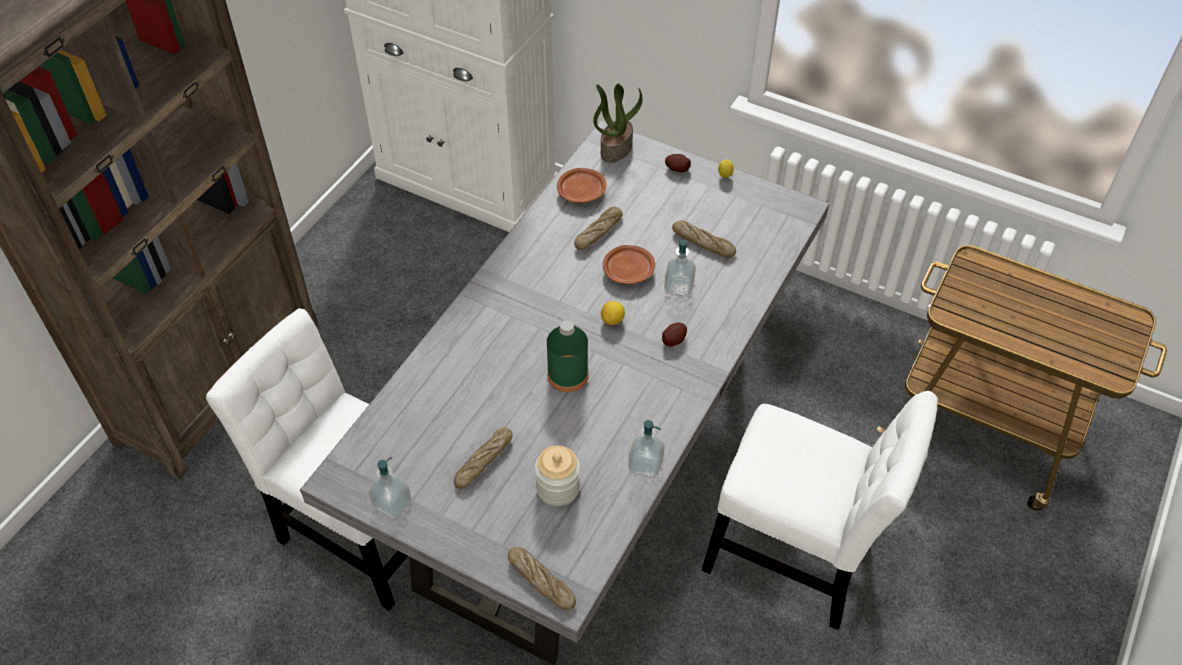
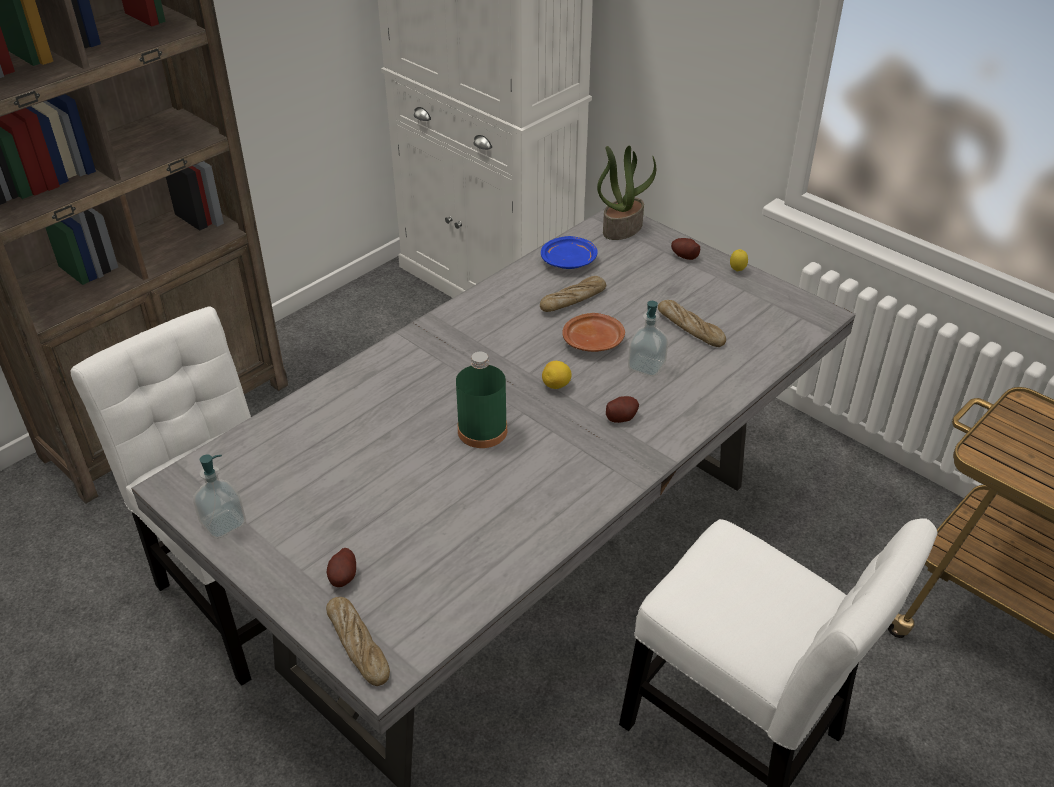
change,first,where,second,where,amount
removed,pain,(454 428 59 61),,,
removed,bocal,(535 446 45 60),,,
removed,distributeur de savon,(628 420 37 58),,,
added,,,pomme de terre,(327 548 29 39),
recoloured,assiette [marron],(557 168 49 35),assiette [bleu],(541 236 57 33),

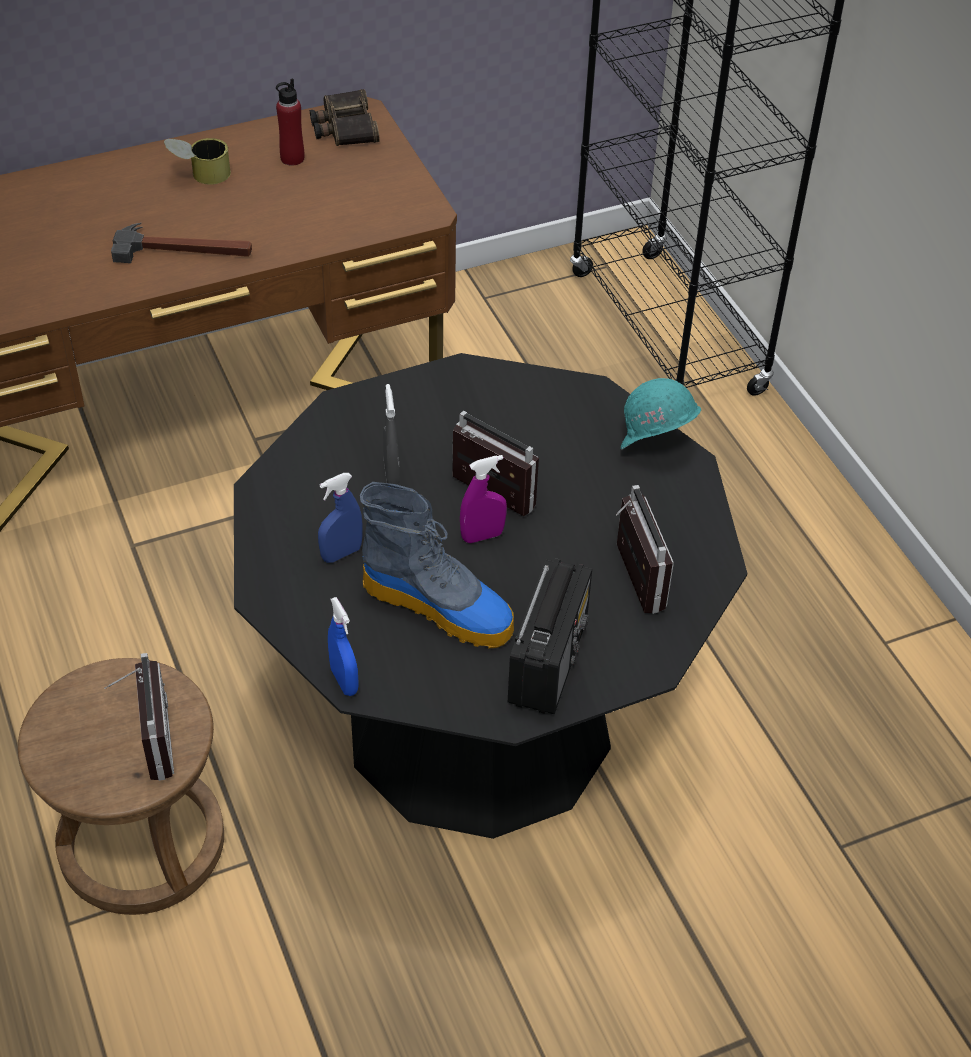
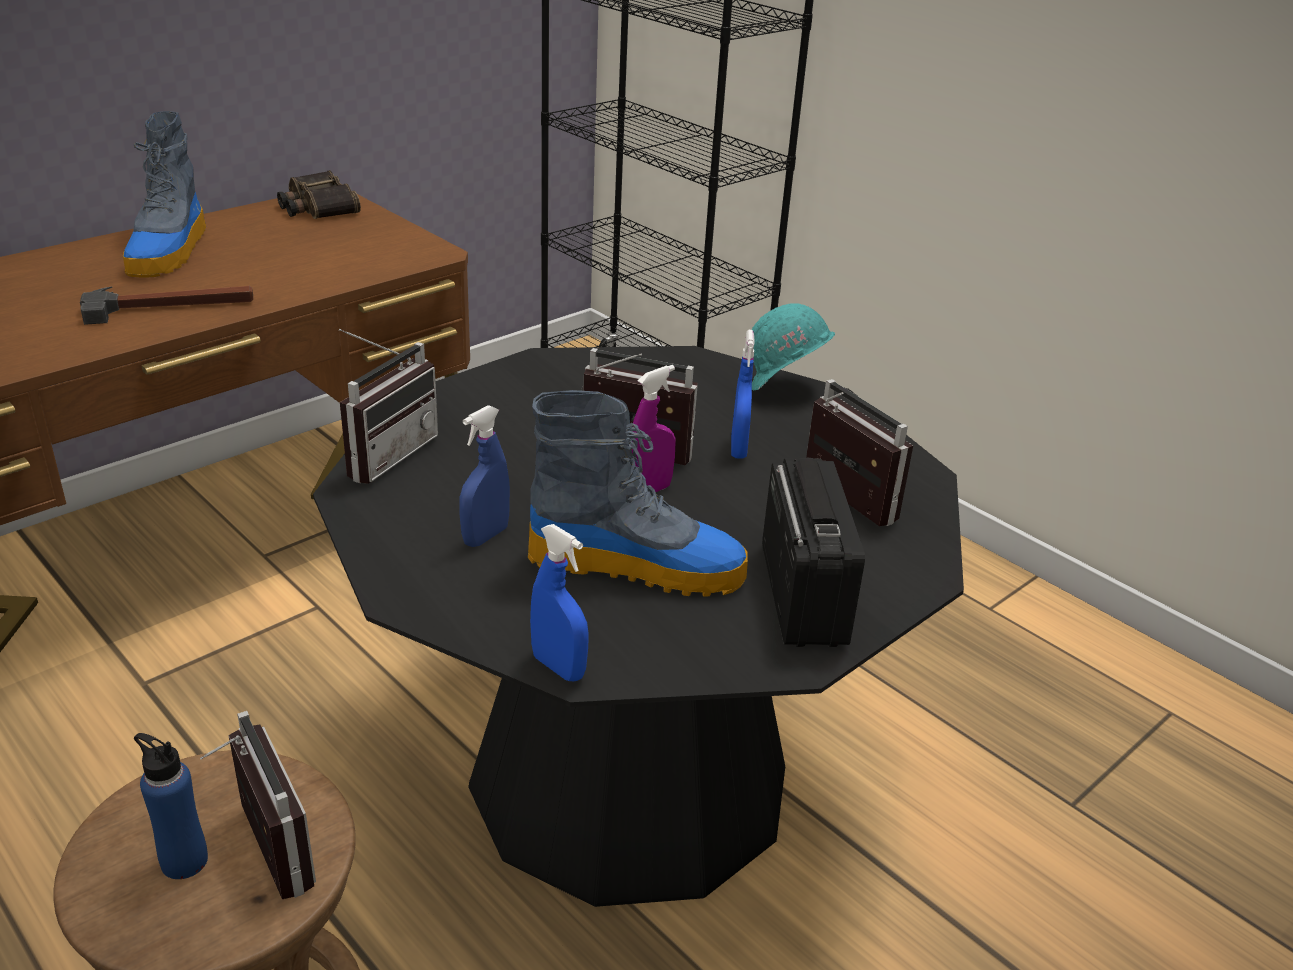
change,first,where,second,where,amount
removed,bouteille [rouge],(276 78 28 88),,,
removed,vaporisateur [gris],(383 384 17 101),,,
added,,,bouteille [bleu],(134 733 74 146),
added,,,radio,(339 329 99 155),
added,,,vaporisateur [bleu],(731 330 24 129),
replaced,boîte métallique,(164 138 67 47),botte,(123 111 83 167),

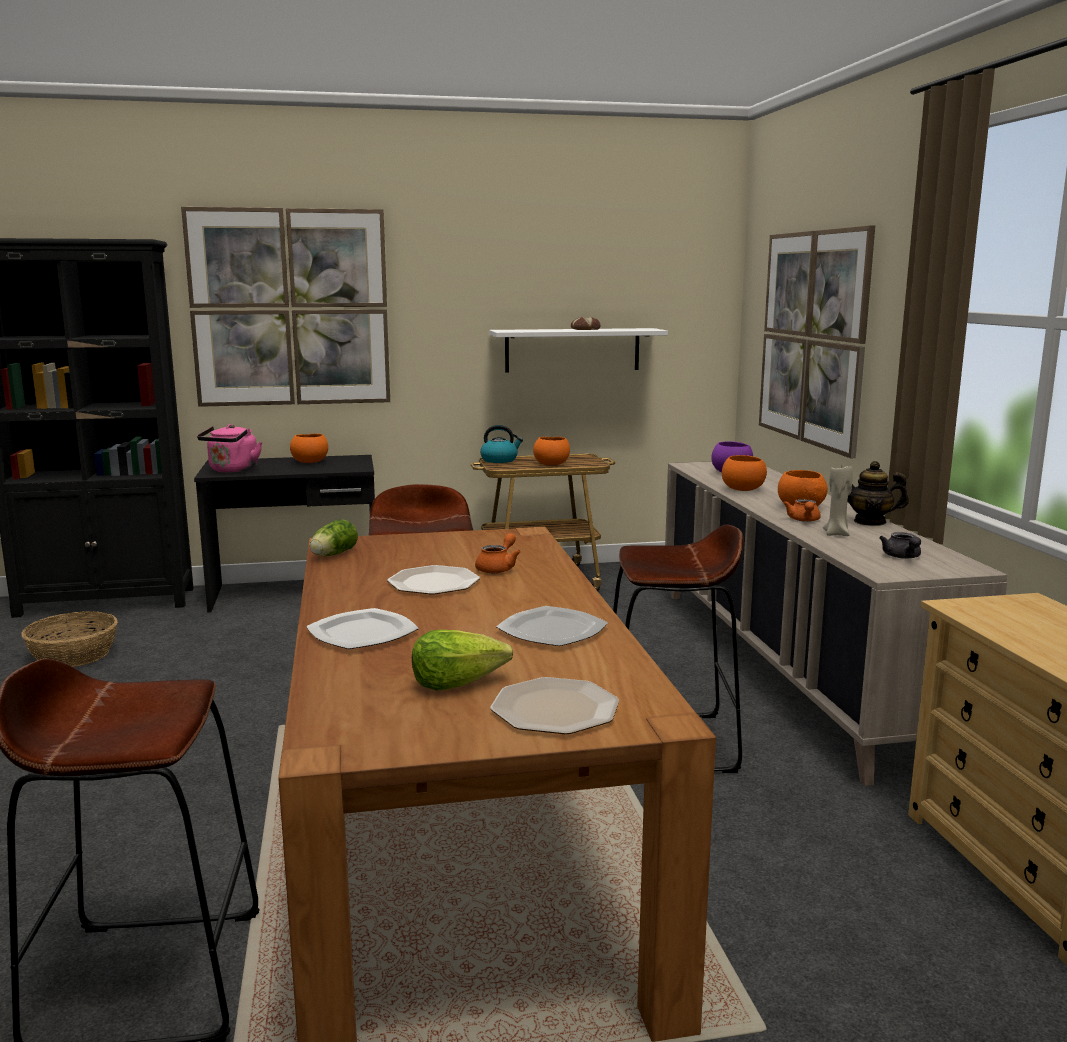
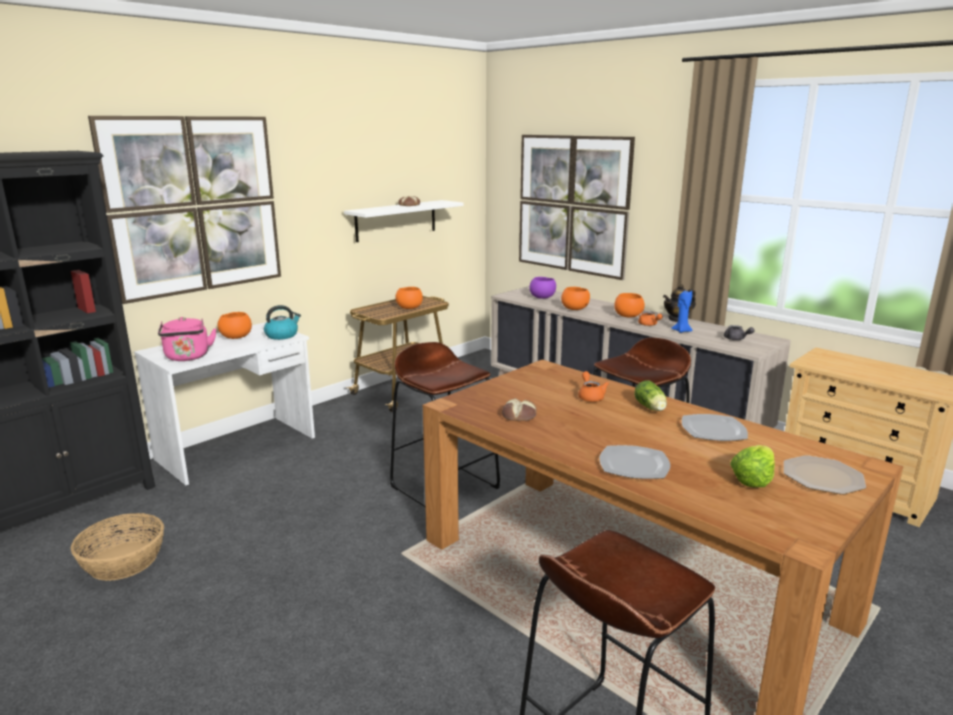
change,first,where,second,where,amount
removed,assiette,(387 565 93 29),,,
added,,,pain,(502 398 35 23),
moved,laitue,(310 519 48 37),,(634 380 33 31),
moved,bouilloire,(480 425 43 38),,(264 305 37 35),
recoloured,bureau [noir],(194 455 181 158),bureau [blanc],(134 322 181 163),
recoloured,bougie [beige],(823 466 30 70),bougie [bleu],(671 291 22 42),

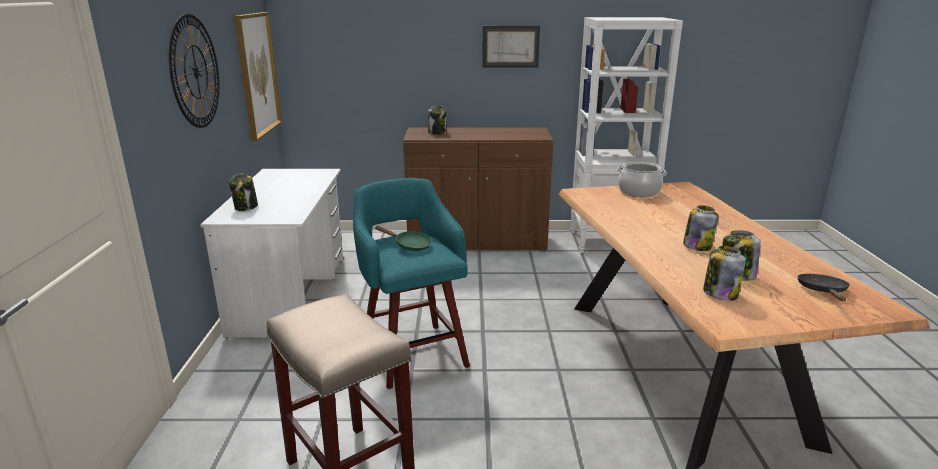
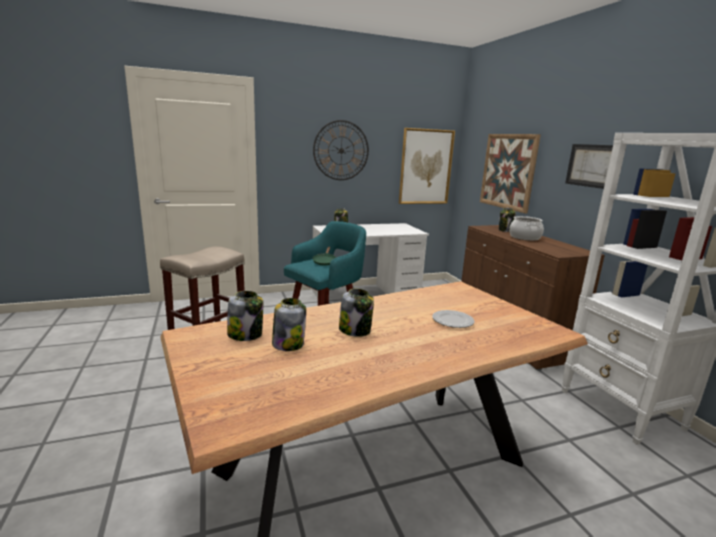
change,first,where,second,where,amount
removed,poêle [noir],(798 274 52 27),,,
added,,,assiette,(432 310 42 18),
added,,,tableau,(480 134 61 79),
moved,marmite,(617 162 50 35),,(509 216 35 25),

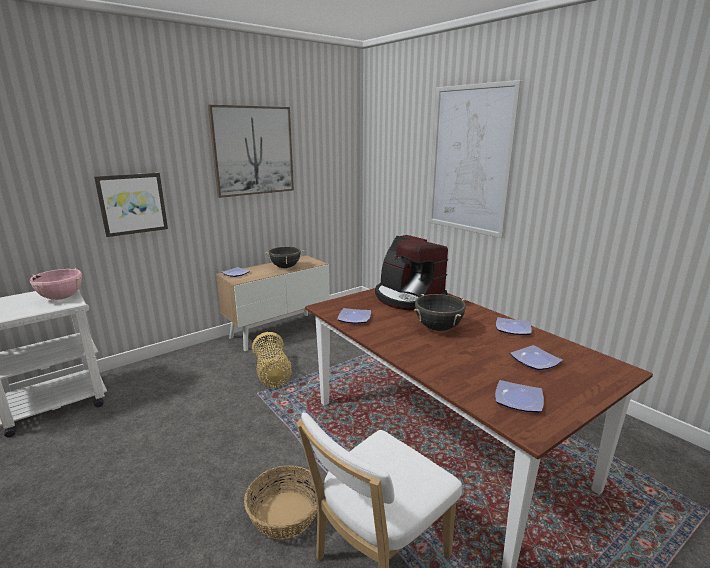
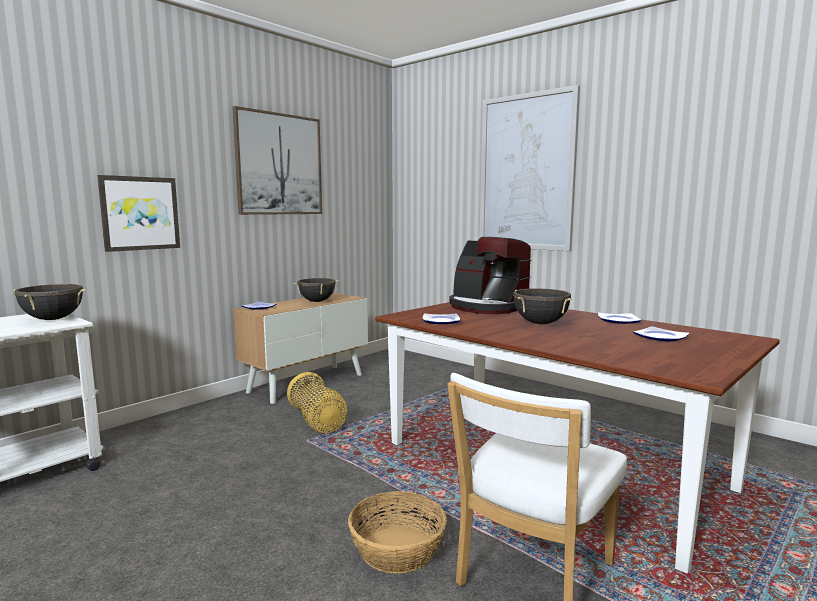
change,first,where,second,where,amount
removed,assiette,(495 380 49 33),,,
recoloured,marmite [rose],(30 268 52 32),marmite [noir],(13 284 73 36),

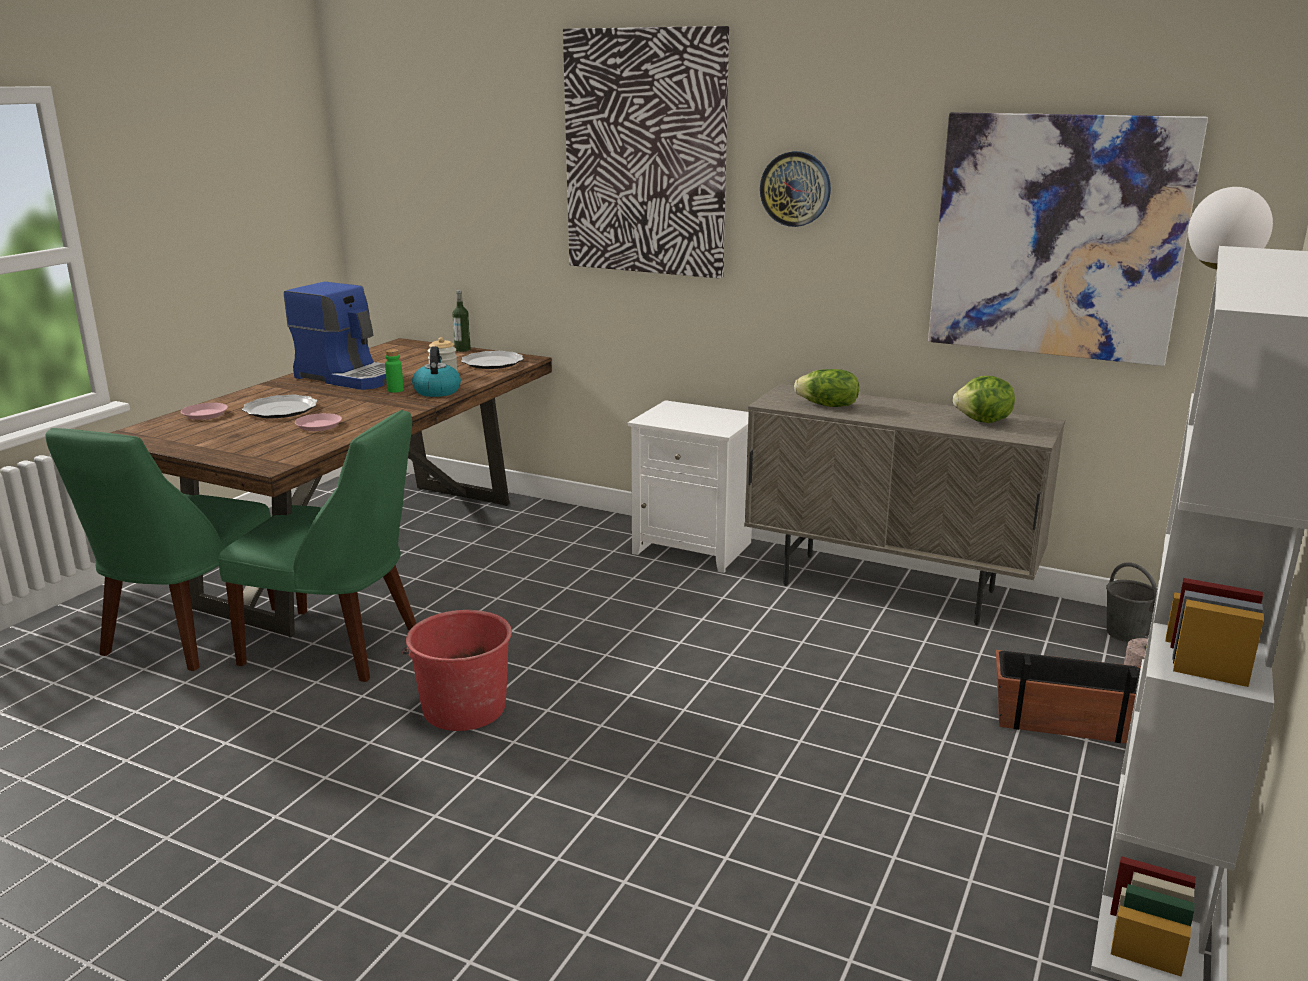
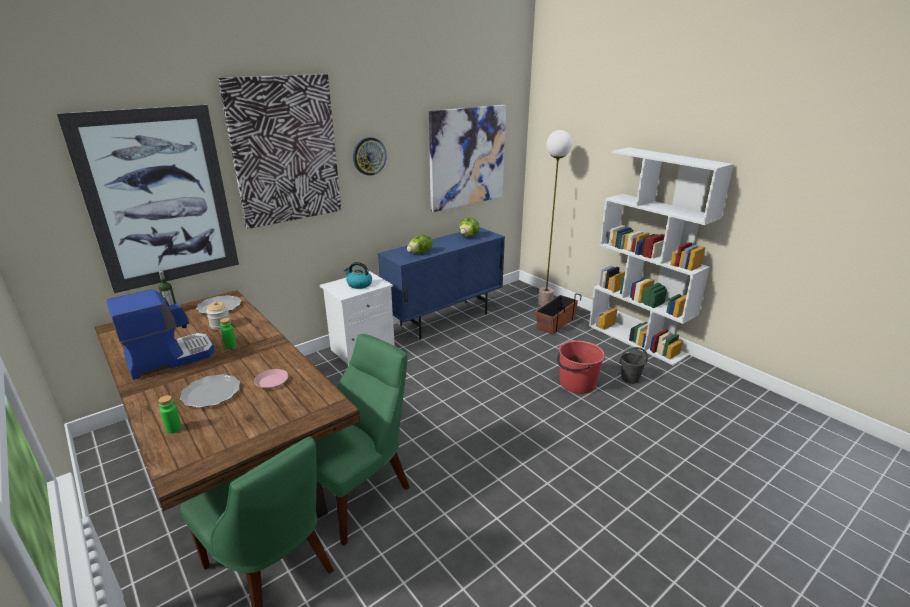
change,first,where,second,where,amount
added,,,tableau,(57 105 182 188),
moved,seau [rouge],(402 610 110 121),,(557 340 48 54),
moved,bouilloire,(412 346 49 51),,(344 262 28 27),
moved,seau [gris],(1106 562 51 80),,(619 347 29 37),
replaced,assiette [rose],(181 403 47 17),bouteille [vert],(158 395 24 39),
recoloured,meuble de rangement [beige],(744 384 321 241),meuble de rangement [bleu],(377 227 128 113),

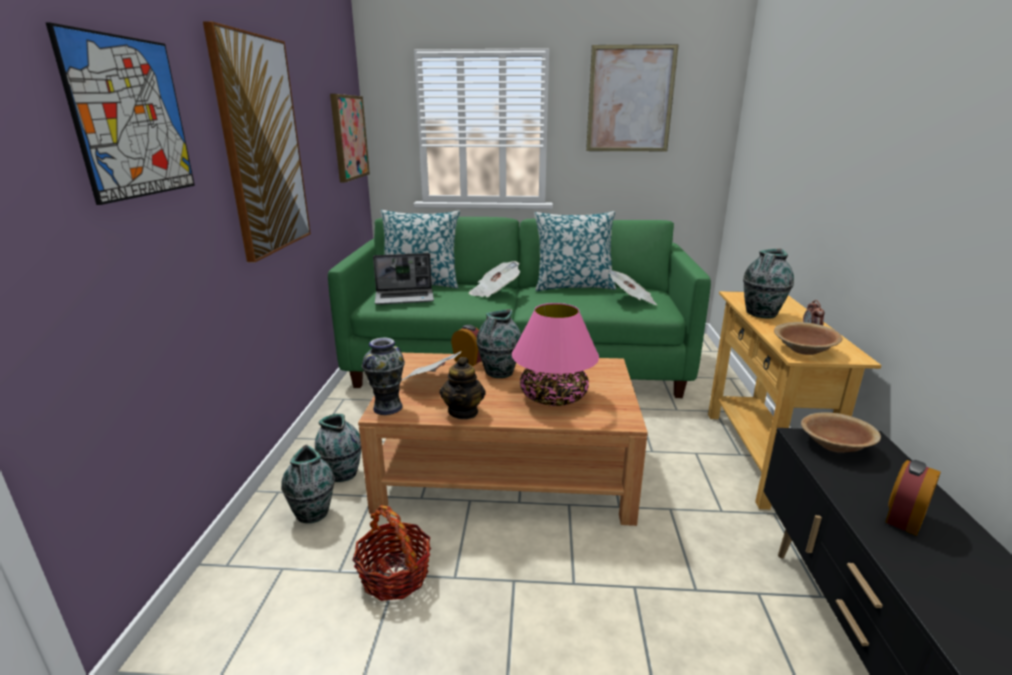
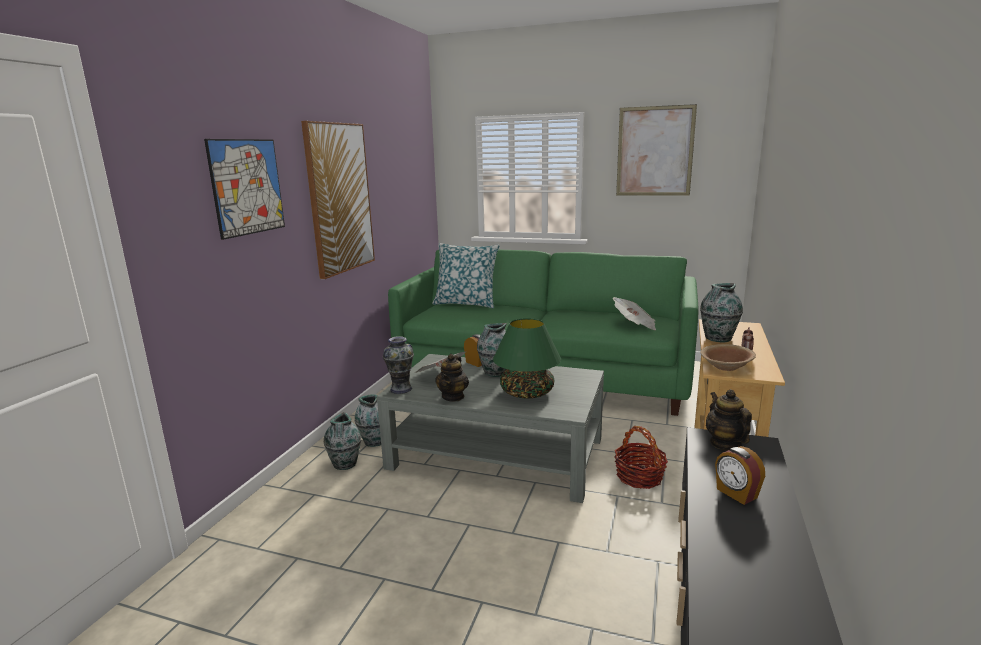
change,first,where,second,where,amount
removed,tableau,(330 94 40 88),,,
removed,ordinateur portable,(373 253 61 52),,,
removed,journal,(469 261 51 36),,,
removed,coussin,(534 211 82 80),,,
moved,panier,(352 505 79 96),,(615 426 53 63),
replaced,bol [marron],(801 412 80 41),théière,(706 389 46 61),
recoloured,table basse [marron],(358 353 290 173),table basse [gris],(377 354 227 149),
recoloured,lampe de table [rose],(512 303 87 103),lampe de table [vert],(493 318 68 81),
turned,réveil,(885 460 56 76),,(715 446 50 59),90 degrees counterclockwise

